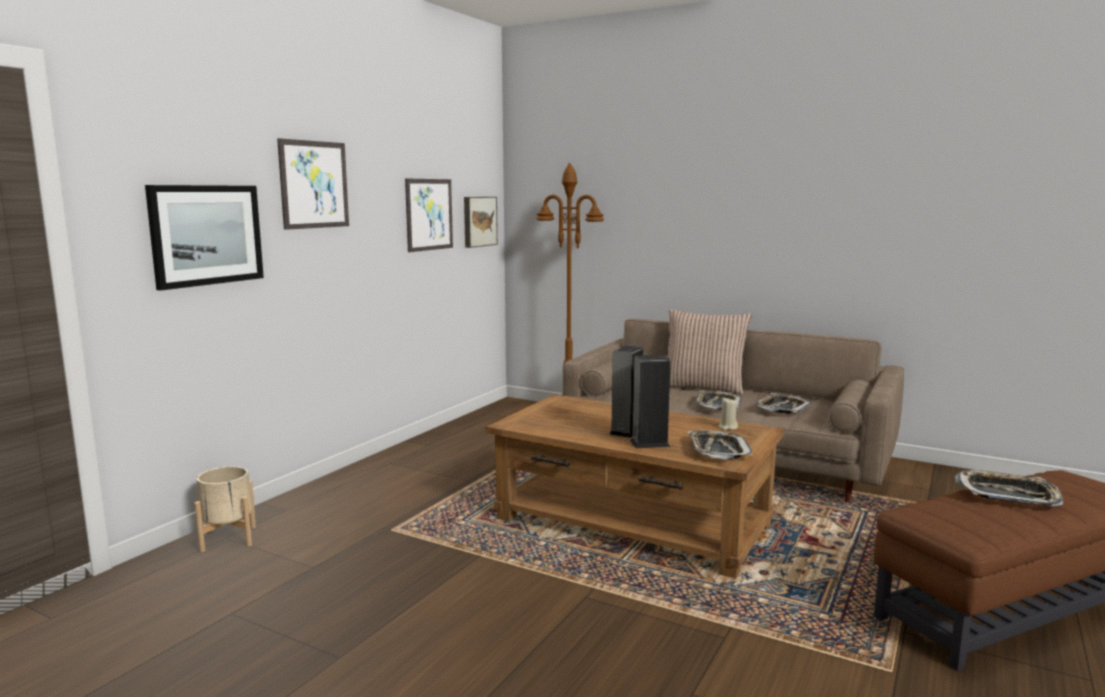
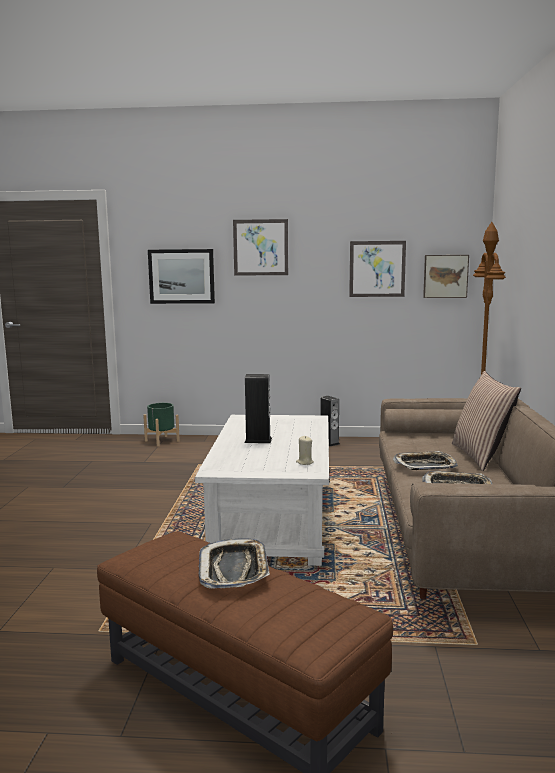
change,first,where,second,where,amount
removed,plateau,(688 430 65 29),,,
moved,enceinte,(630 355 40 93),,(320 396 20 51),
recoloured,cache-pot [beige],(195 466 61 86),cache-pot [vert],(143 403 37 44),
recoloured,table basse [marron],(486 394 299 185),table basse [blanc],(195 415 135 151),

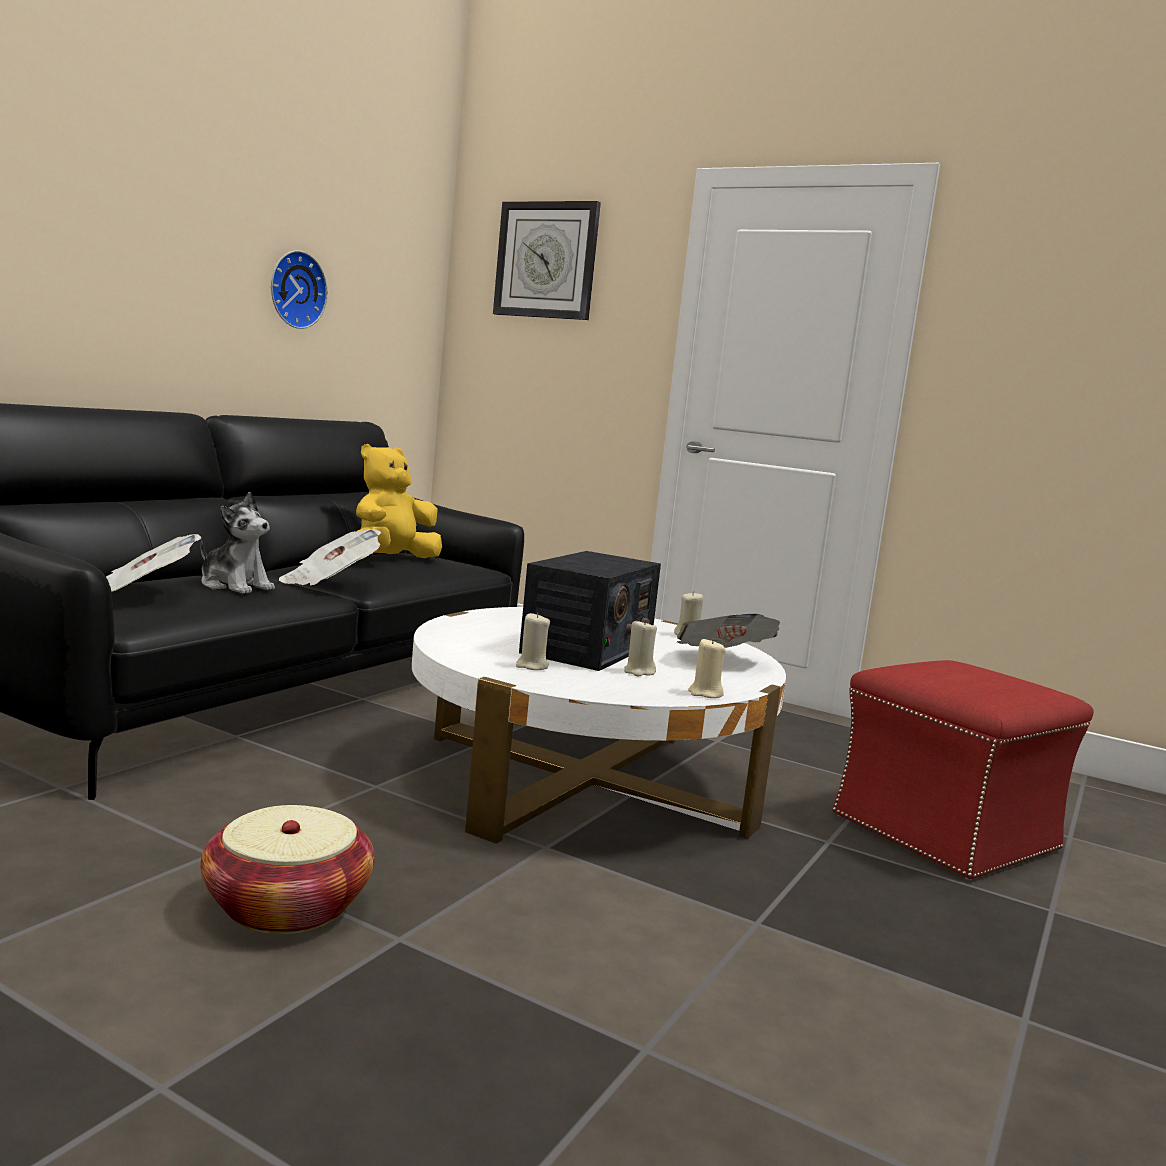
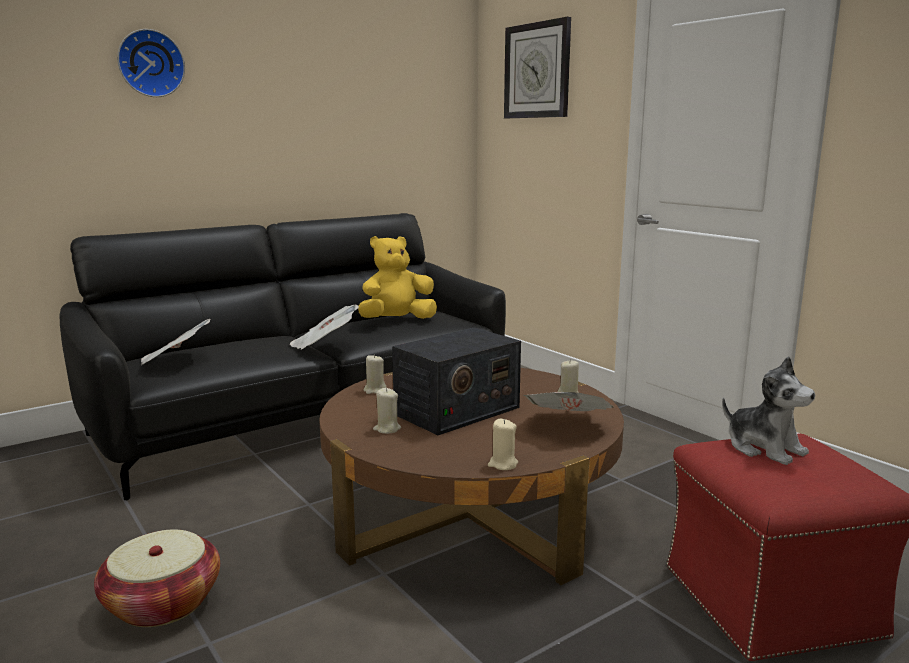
change,first,where,second,where,amount
moved,peluche,(200 492 75 102),,(722 356 93 109),
moved,horloge murale,(271 250 56 79),,(117 29 68 68),
moved,bougie [beige],(624 619 33 57),,(364 354 23 40),
recoloured,table basse [blanc],(412 607 374 237),table basse [marron],(319 368 305 217),

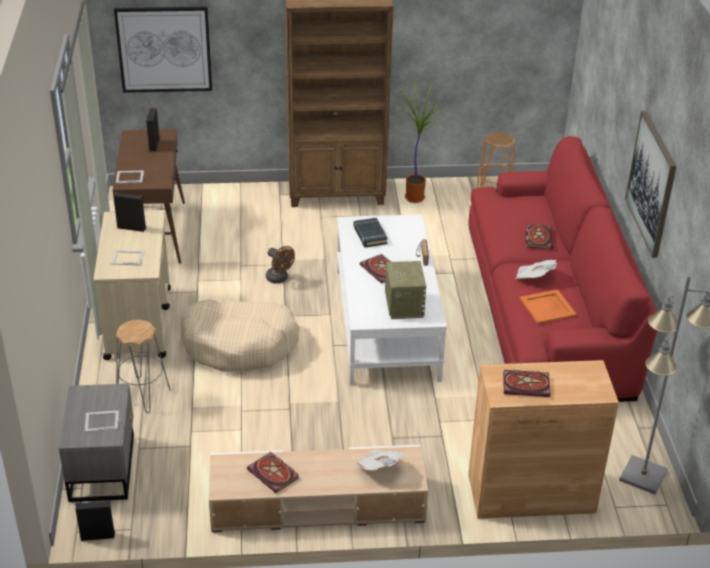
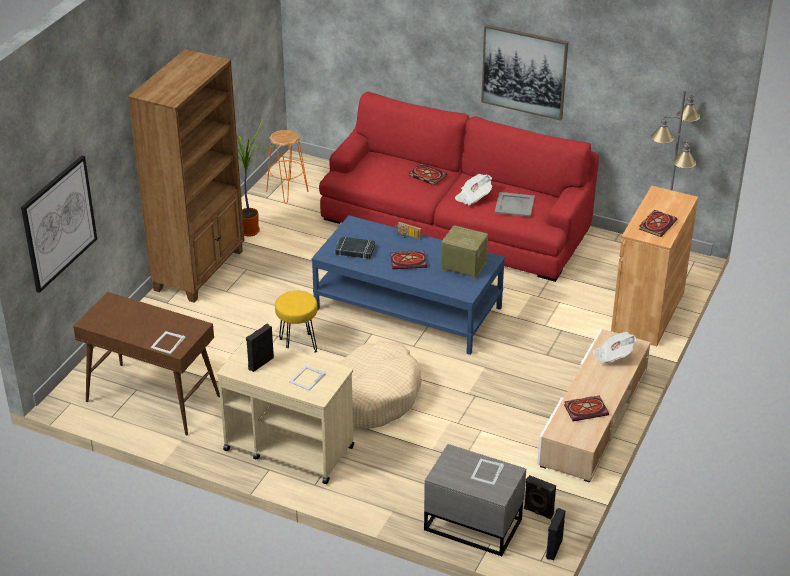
change,first,where,second,where,amount
removed,tabouret [gris],(116 319 55 94),,,
moved,enceinte [noir],(146 108 13 44),,(524 475 32 44),
replaced,ventilateur [marron],(266 246 29 38),tabouret [jaune],(275 291 43 62),
recoloured,table basse [blanc],(337 214 110 172),table basse [bleu],(312 215 193 140),
recoloured,plateau [orange],(519 289 58 35),plateau [gris],(495 192 40 25),

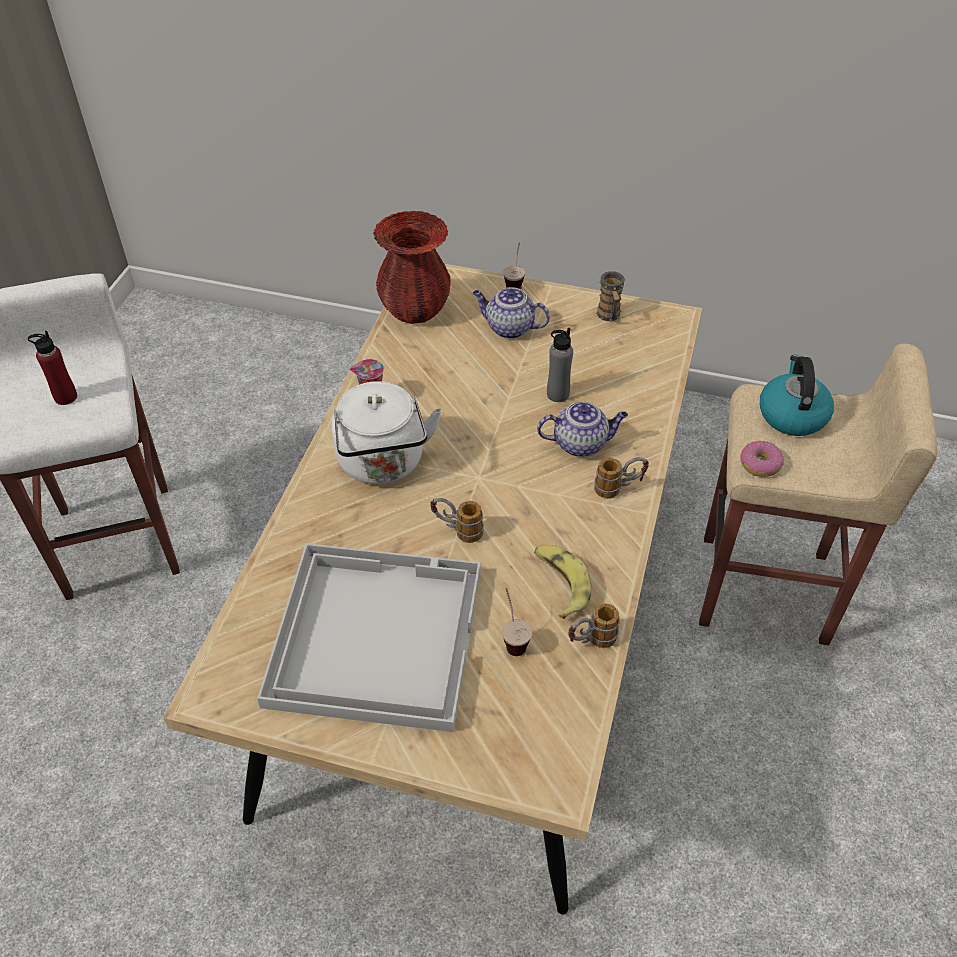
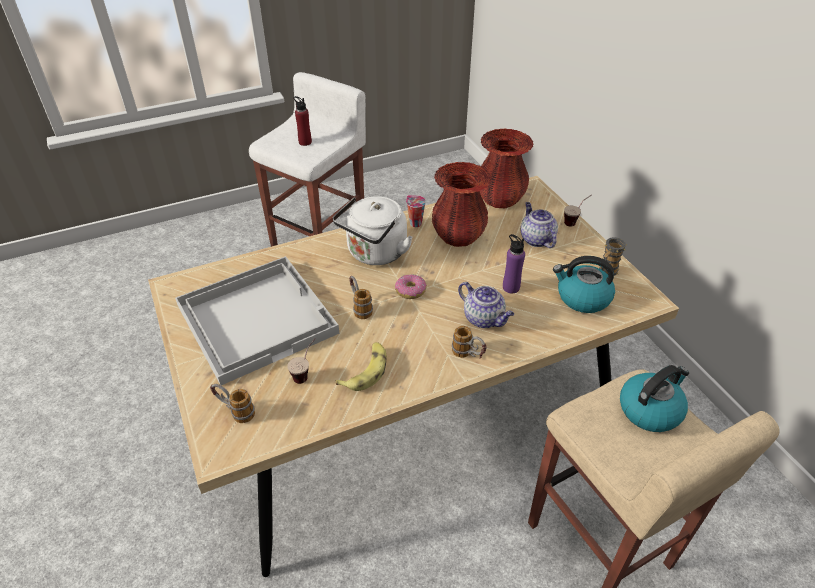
change,first,where,second,where,amount
added,,,vase [rouge],(432 162 59 85),
added,,,bouilloire,(553 256 62 57),
moved,mug,(568 604 52 44),,(210 384 45 39),
moved,beignet,(740 441 44 36),,(395 274 32 25),
recoloured,bouteille [gris],(547 328 26 74),bouteille [violet],(503 234 22 59),

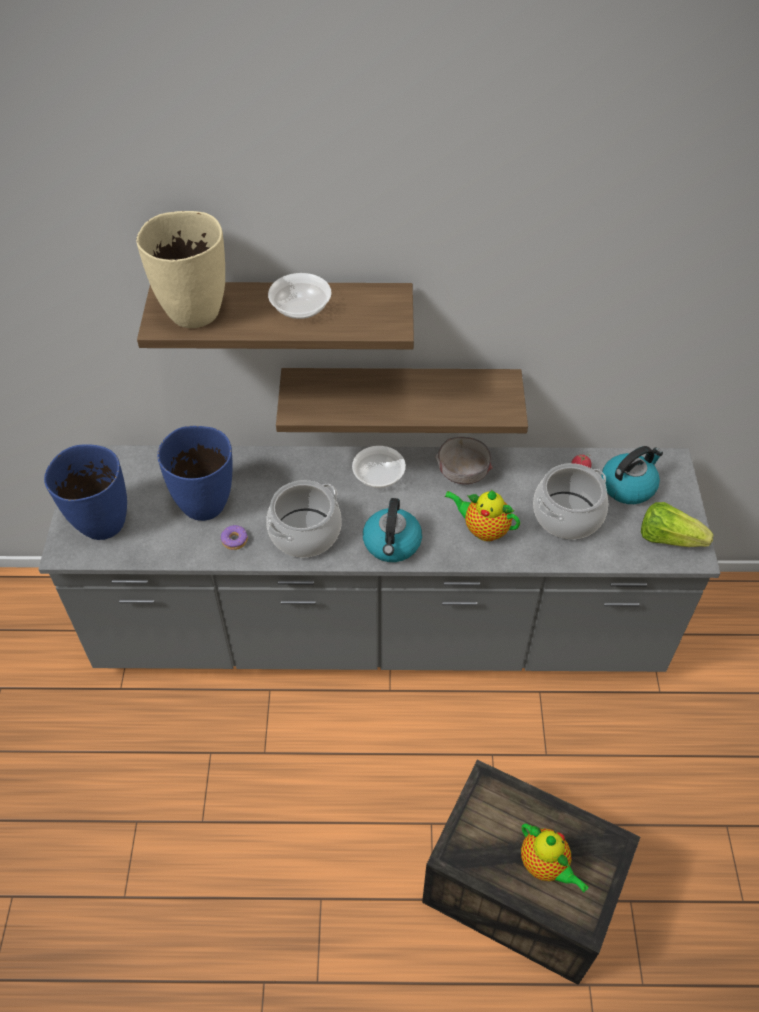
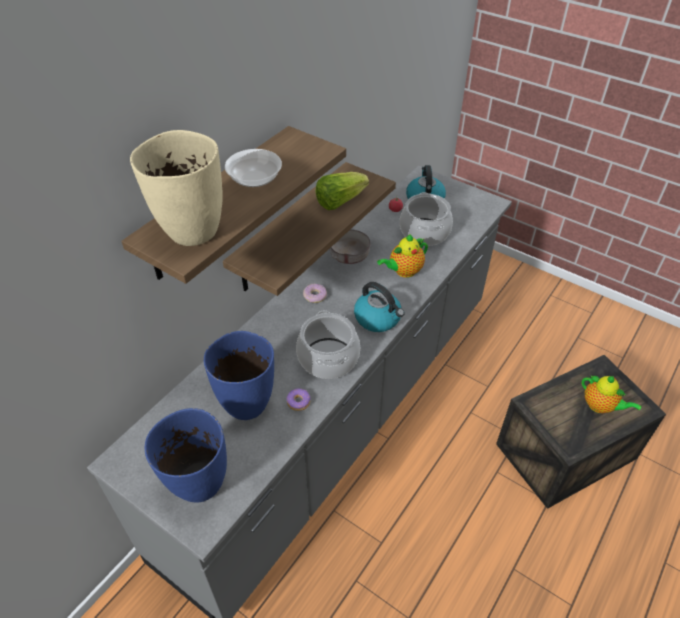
change,first,where,second,where,amount
moved,laitue,(641 502 73 45),,(316 172 53 38),
replaced,bol,(352 446 54 42),beignet,(303 284 24 19),
turned,théière,(521 824 67 69),,(581 376 60 37),45 degrees clockwise

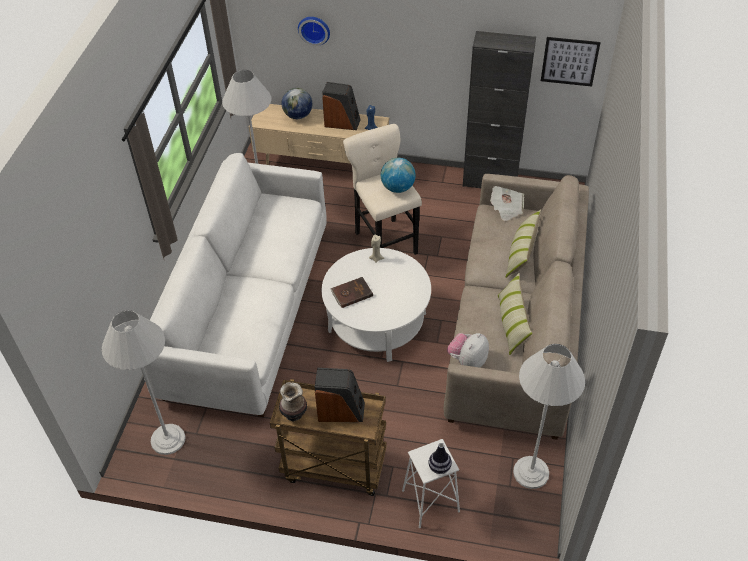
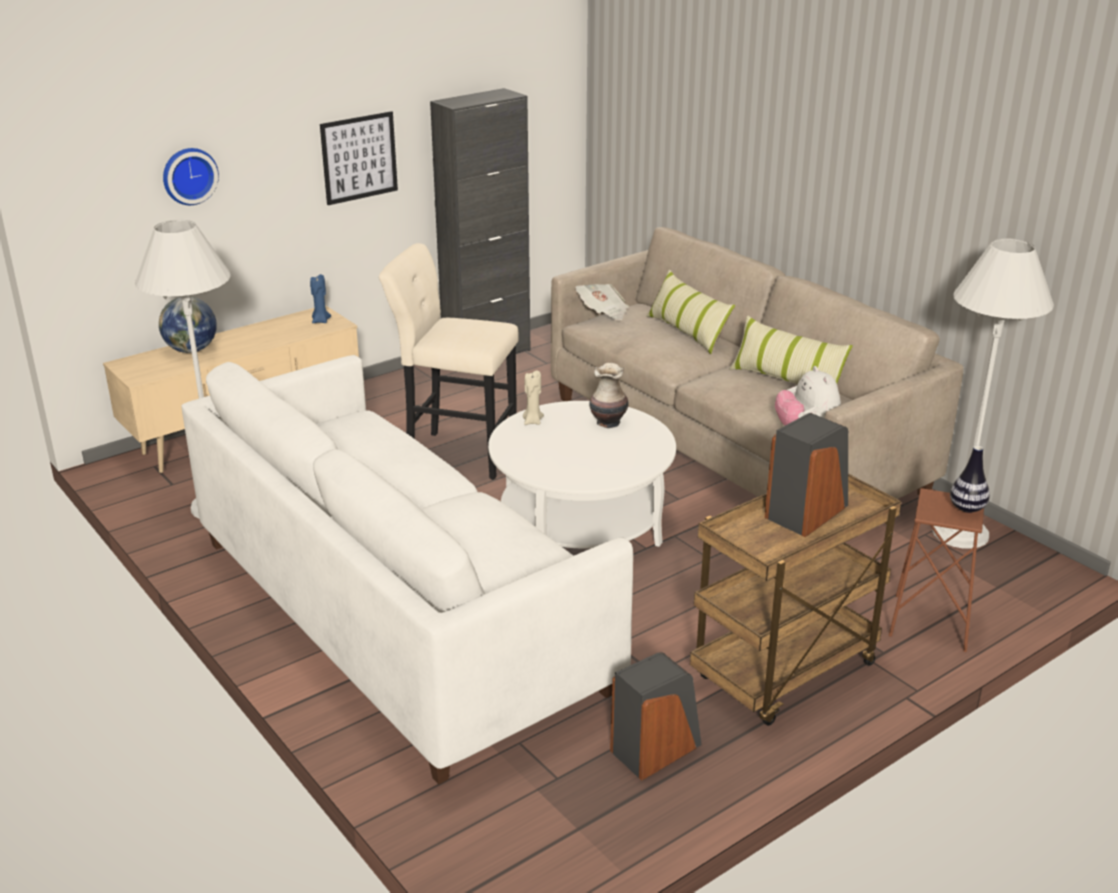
change,first,where,second,where,amount
removed,lampadaire [blanc],(102 310 83 145),,,
removed,livre [marron],(330 277 43 31),,,
removed,globe,(381 158 35 35),,,
moved,vase,(279 382 28 40),,(589 363 39 65),
moved,enceinte,(322 82 39 48),,(610 652 92 129),
moved,tableau,(541 37 60 50),,(320 111 78 94),
recoloured,tabouret [blanc],(402 439 58 89),tabouret [marron],(889 488 95 164),

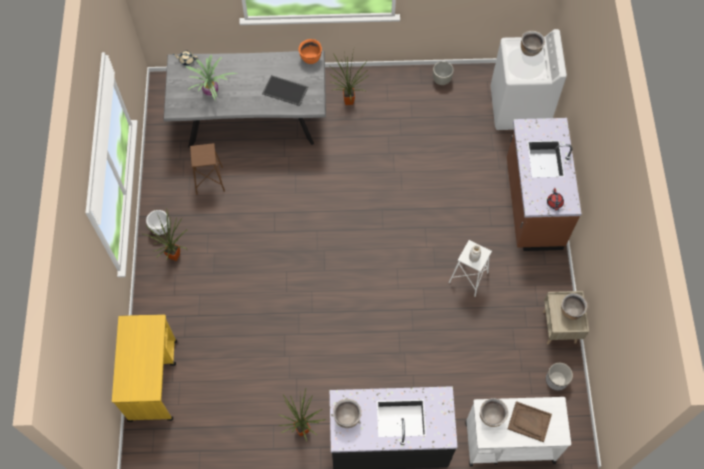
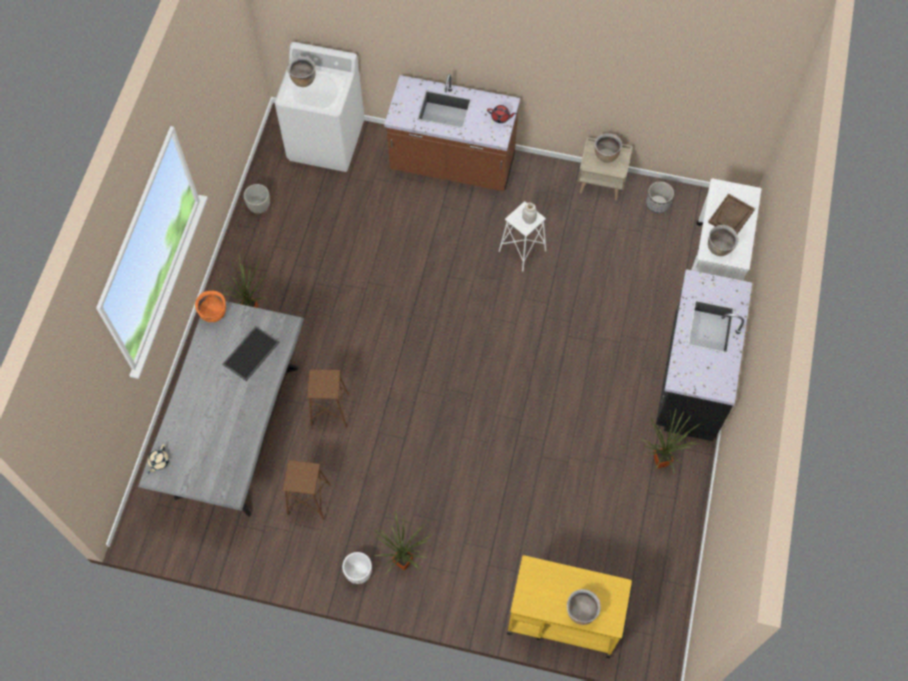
change,first,where,second,where,amount
removed,plante en pot,(186 54 51 46),,,
added,,,tabouret [marron],(307 369 42 59),
moved,marmite [marron],(333 399 29 29),,(567 589 34 36),

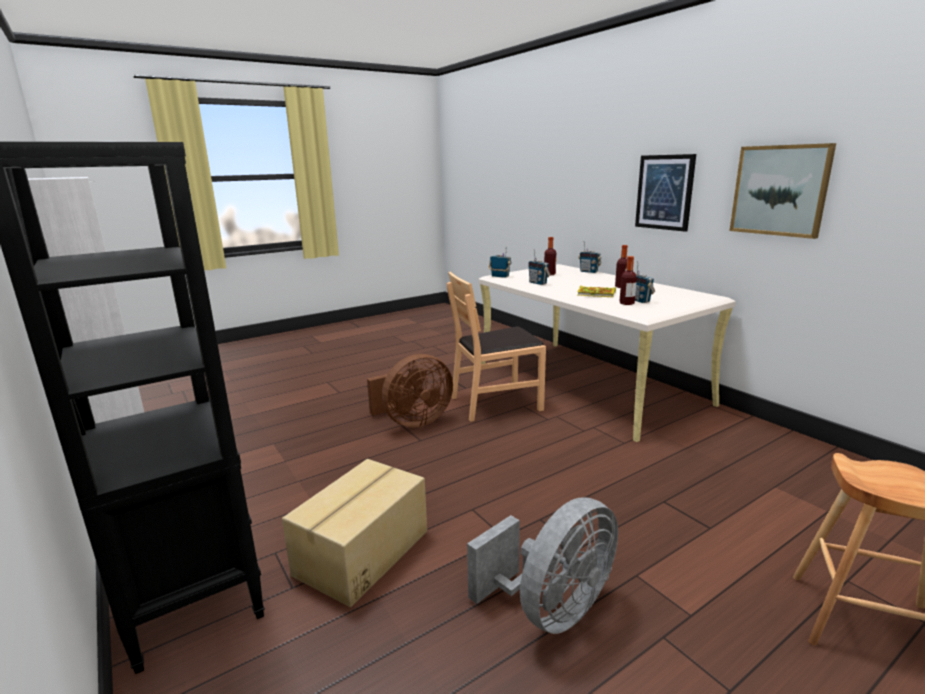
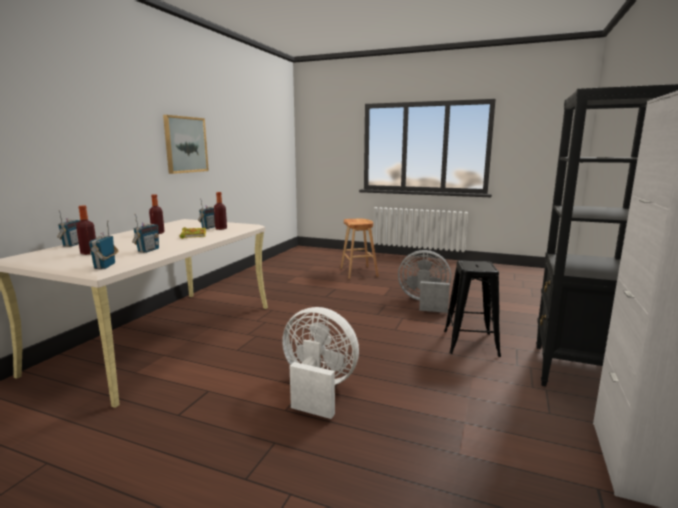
change,first,where,second,where,amount
removed,chaise [marron],(447 272 99 150),,,
removed,tableau,(635 154 61 78),,,
replaced,carton,(282 459 145 148),tabouret [noir],(444 260 57 97),
recoloured,ventilateur [marron],(367 354 86 74),ventilateur [blanc],(282 307 77 112),

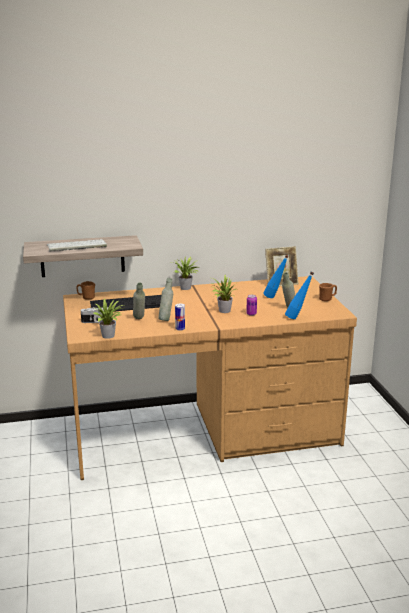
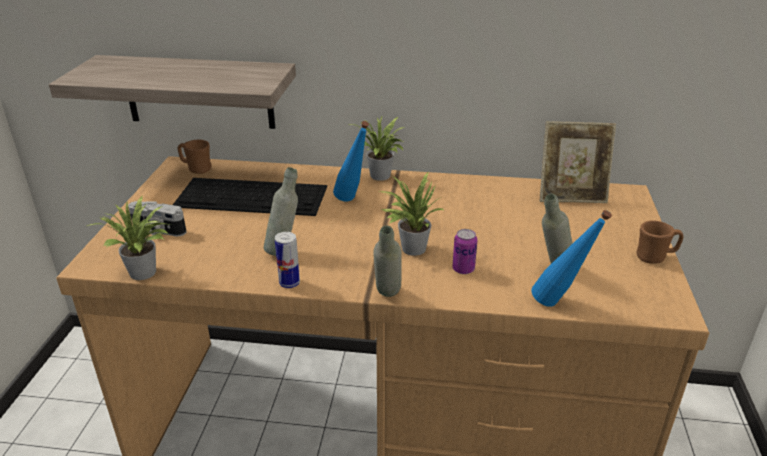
change,first,where,second,where,amount
removed,clavier,(47 239 60 13),,,
moved,bouteille [gris],(133 283 12 36),,(373 225 29 72),
moved,bouteille [bleu],(264 255 25 43),,(333 121 36 80),

